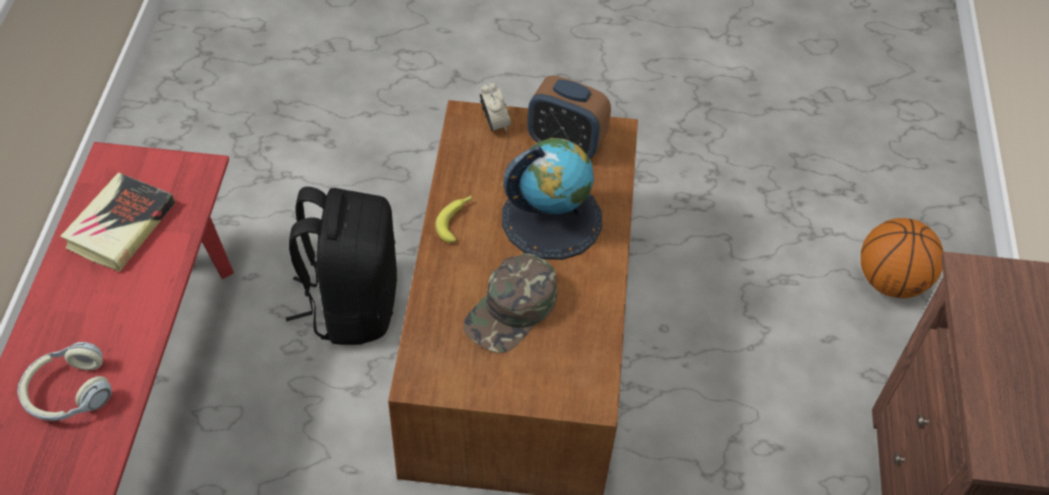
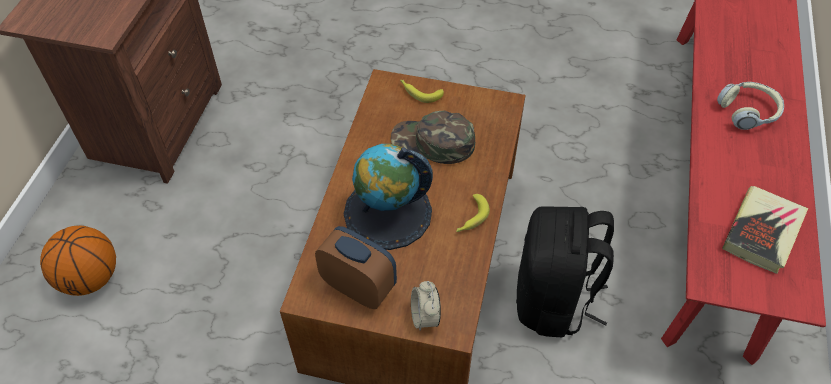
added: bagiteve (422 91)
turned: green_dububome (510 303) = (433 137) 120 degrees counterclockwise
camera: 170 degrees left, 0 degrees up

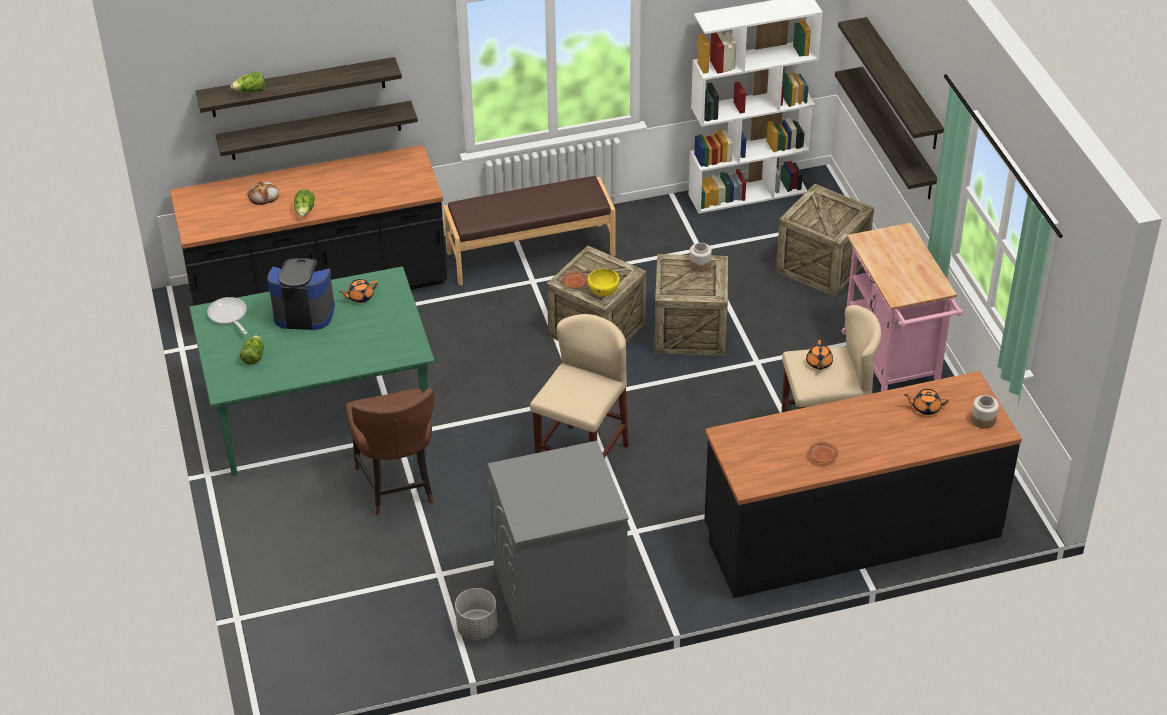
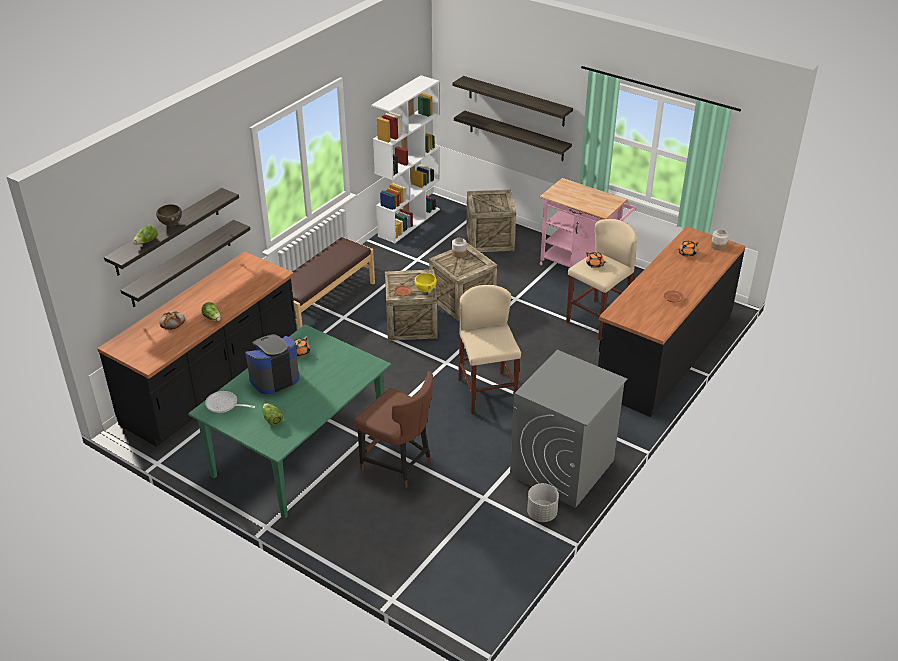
added: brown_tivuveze (169 215)
camera: 40 degrees left, 5 degrees down

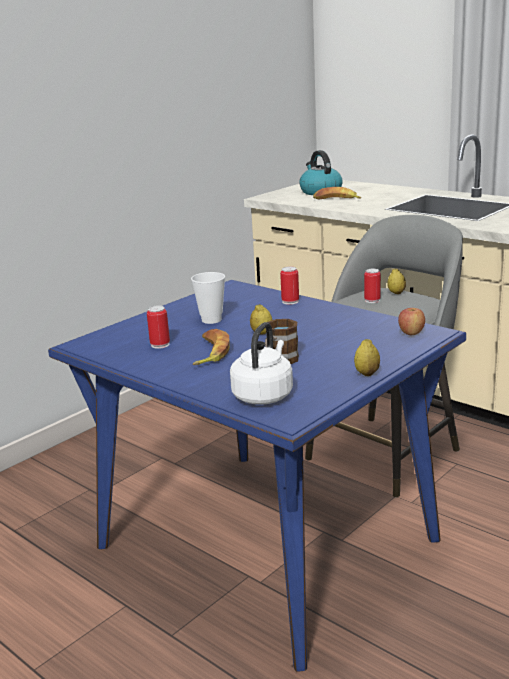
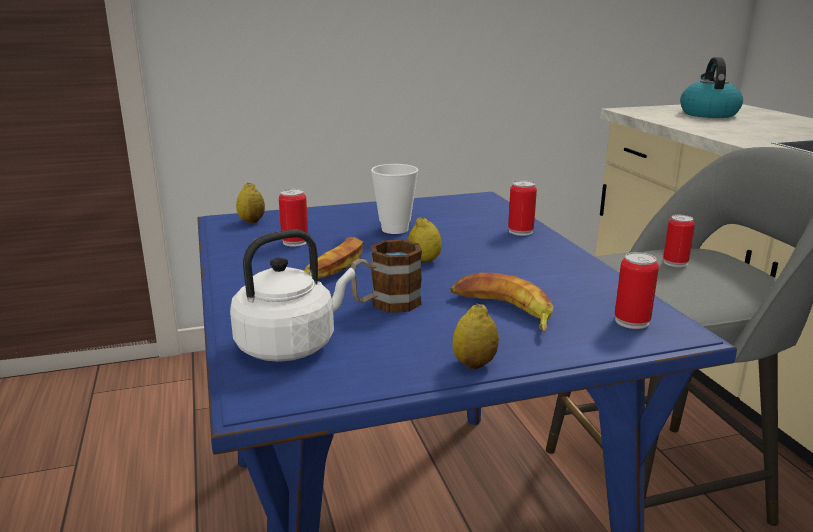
moved: bagiteve (337 193) to (501 303); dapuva (396 281) to (250 202)
replaced: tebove (411 321) to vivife (637 290)
camera: 30 degrees right, 0 degrees up

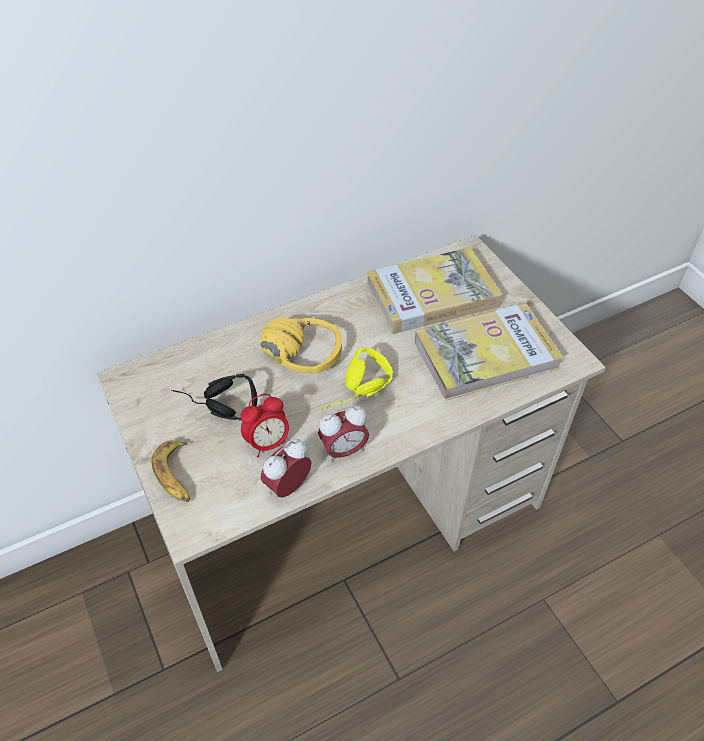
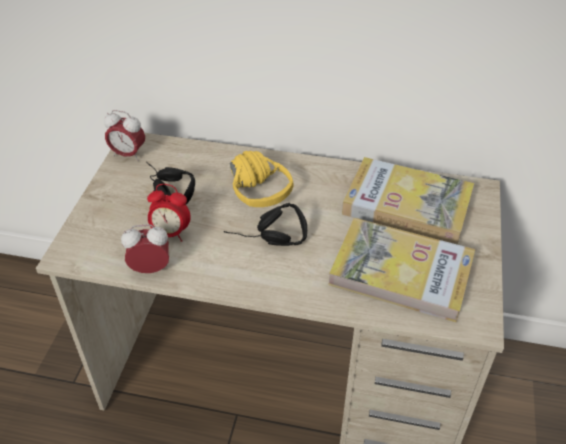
removed: bagiteve (171 471)
moved: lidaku (343 433) to (124 135)
recoloured: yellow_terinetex (357 378) to black_terinetex (265 224)
camera: 40 degrees right, 5 degrees down

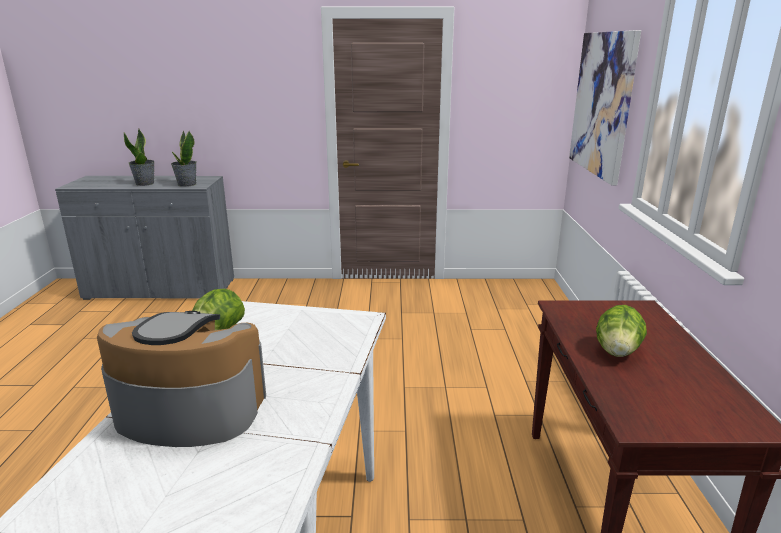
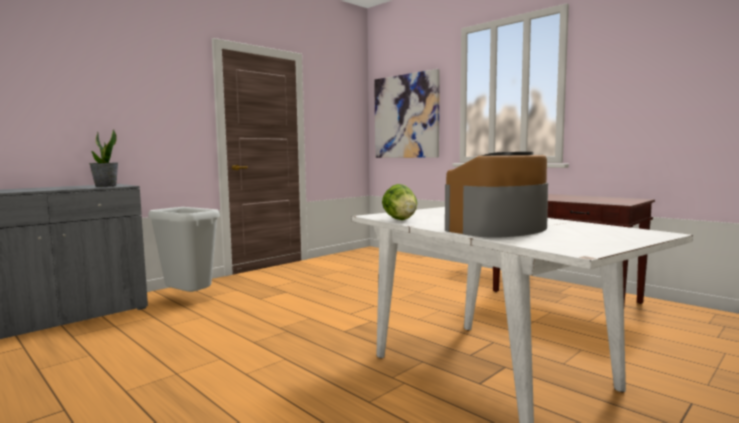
removed: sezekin (139 157); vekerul (621 331)
added: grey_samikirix (184 249)
camera: 45 degrees left, 15 degrees down

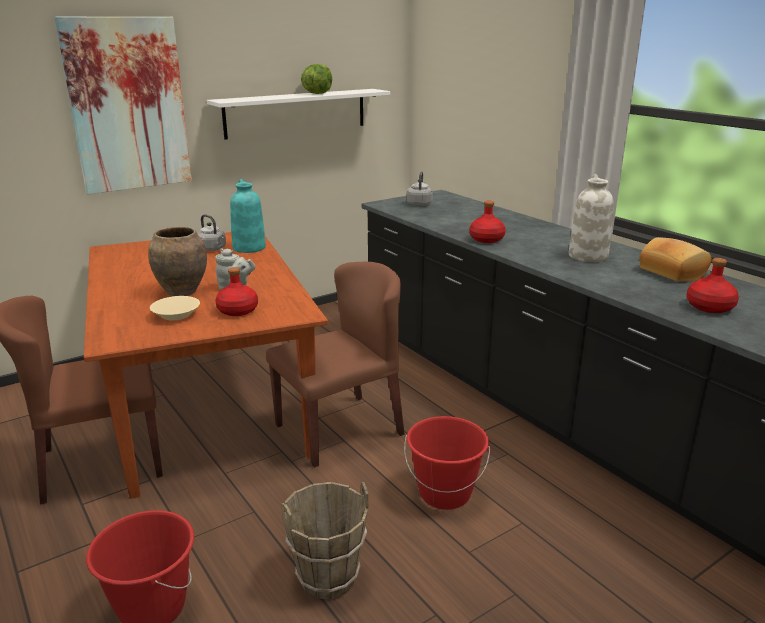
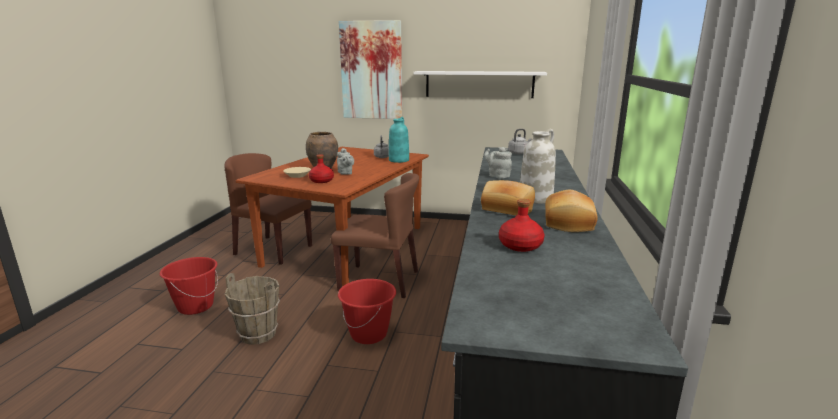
removed: vekerul (316 79)
added: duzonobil (508 198)
replaced: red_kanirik (487 222) to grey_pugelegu (498 163)
camera: 45 degrees right, 5 degrees down

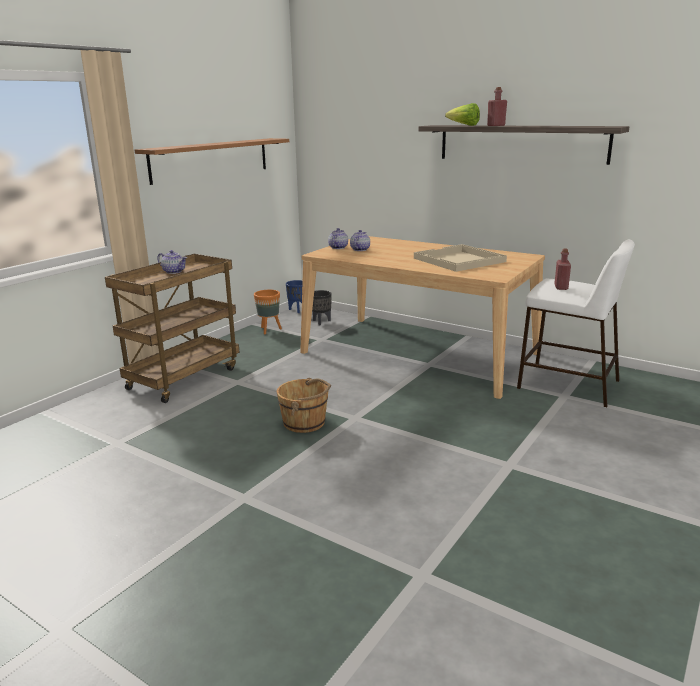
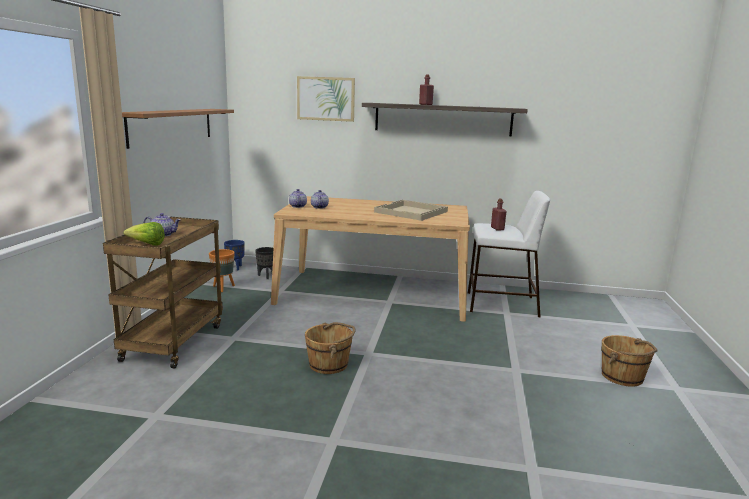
added: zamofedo (326 99); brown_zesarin (629 361)
moved: vekerul (462 114) to (144 234)
camera: 25 degrees left, 5 degrees down

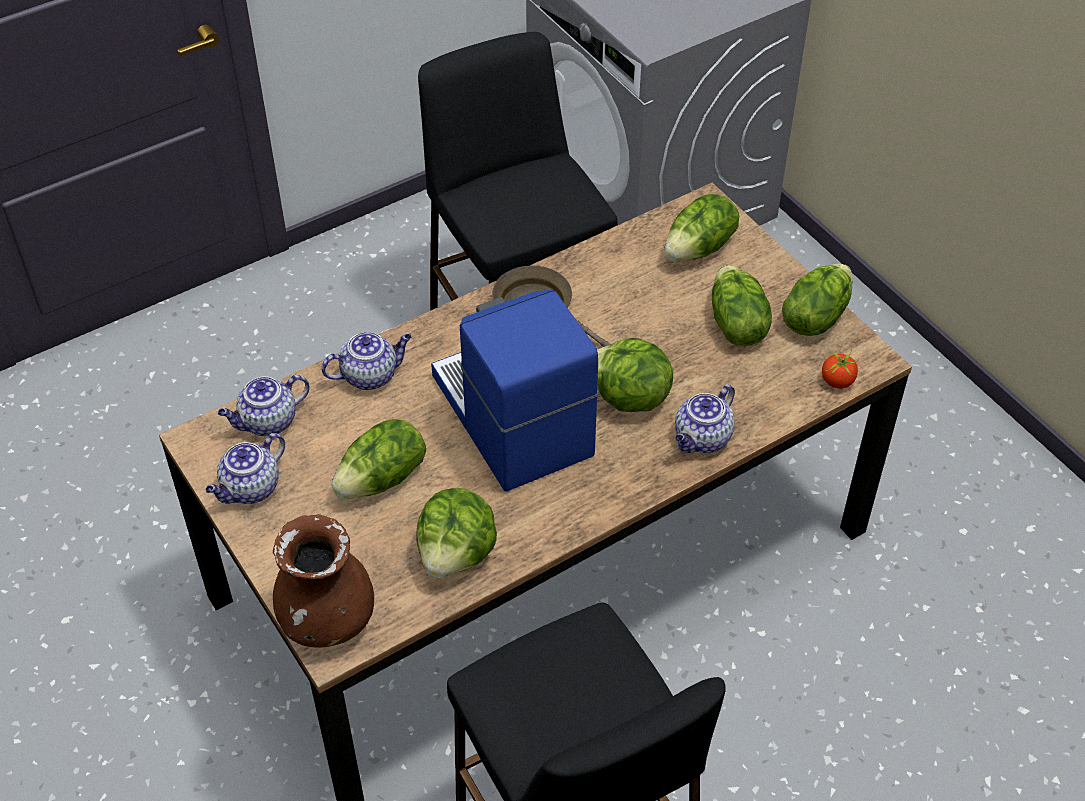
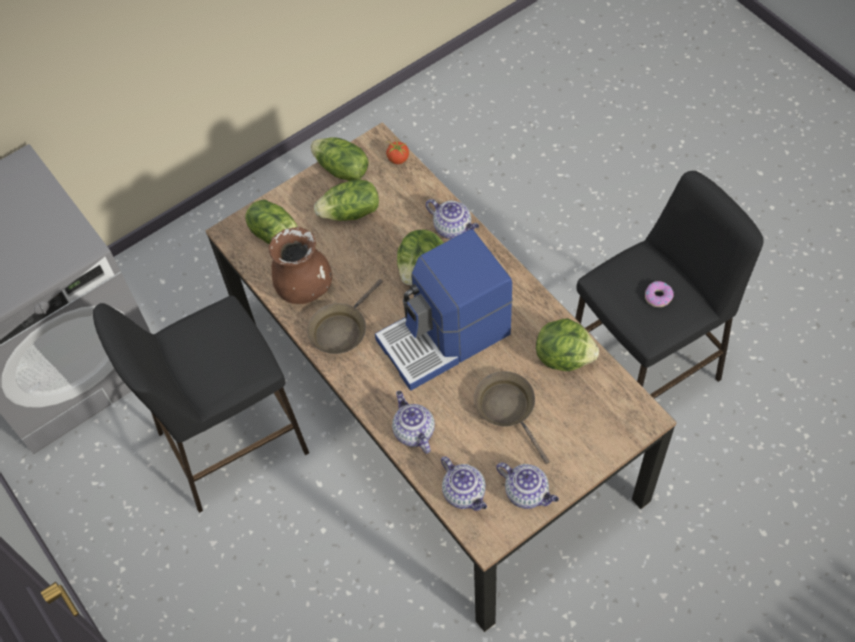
added: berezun (659 294)
moved: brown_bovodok (323 581) to (300 265)
replaced: vekerul (379 459) to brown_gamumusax (512 417)
camera: 90 degrees left, 10 degrees up

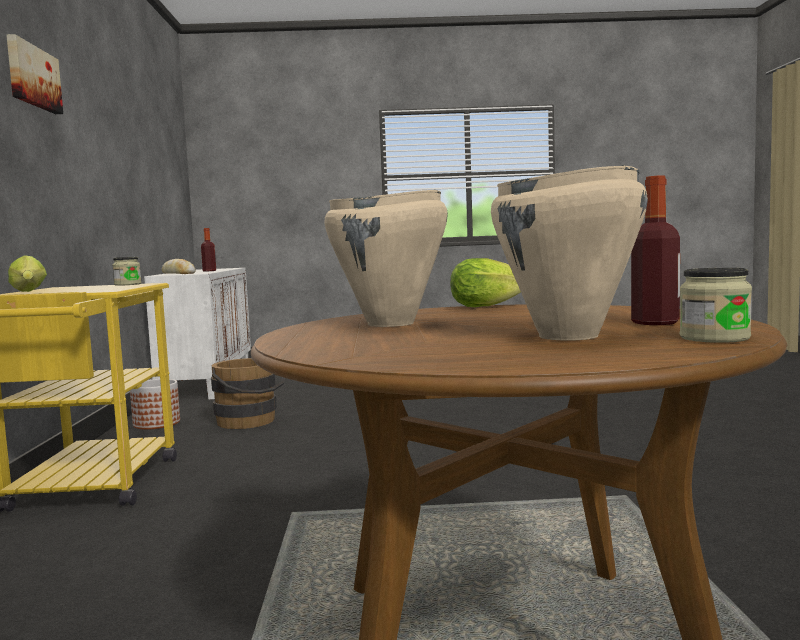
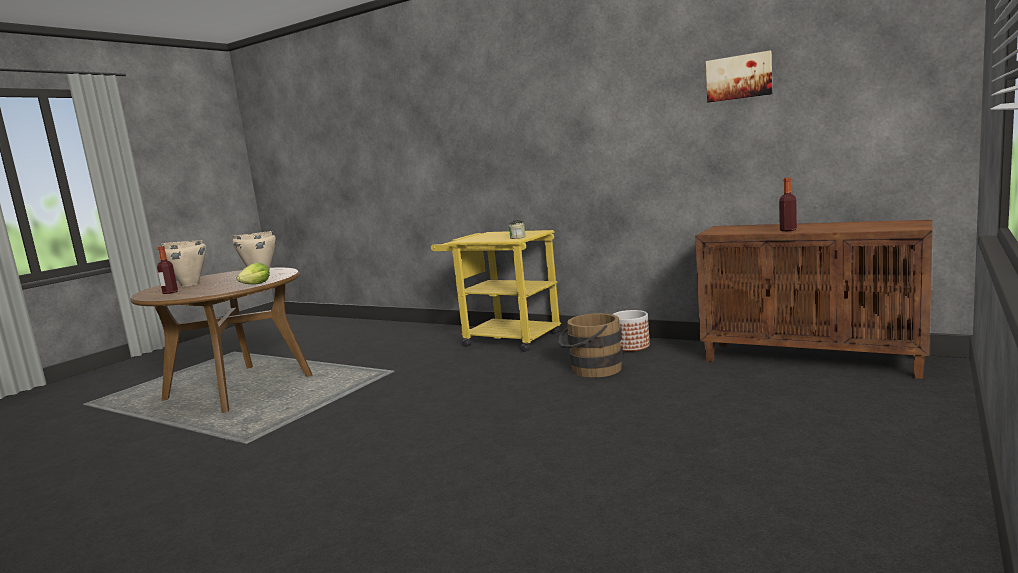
removed: vekerul (27 273); duzonobil (179 266); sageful (716 305)
moved: zamofedo (34 74) to (739 76)
recoloured: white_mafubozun (197 333) to brown_mafubozun (814 299)
camera: 125 degrees right, 5 degrees up

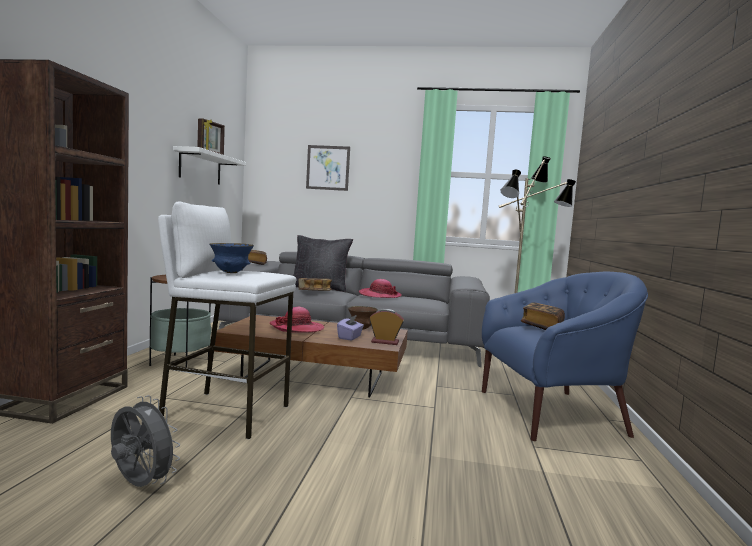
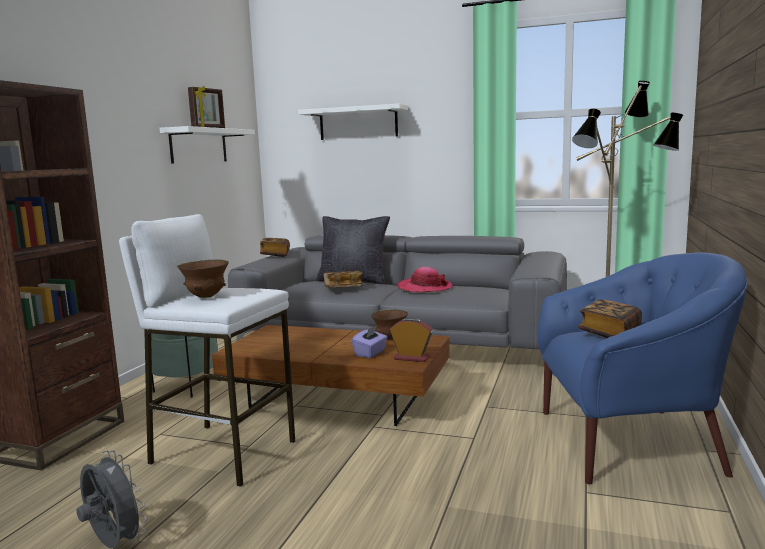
removed: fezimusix (296 320)
replaced: zamofedo (328 168) to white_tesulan (353 121)
recoloured: blue_tivuveze (231 258) to brown_tivuveze (203 278)
camera: 10 degrees right, 5 degrees up

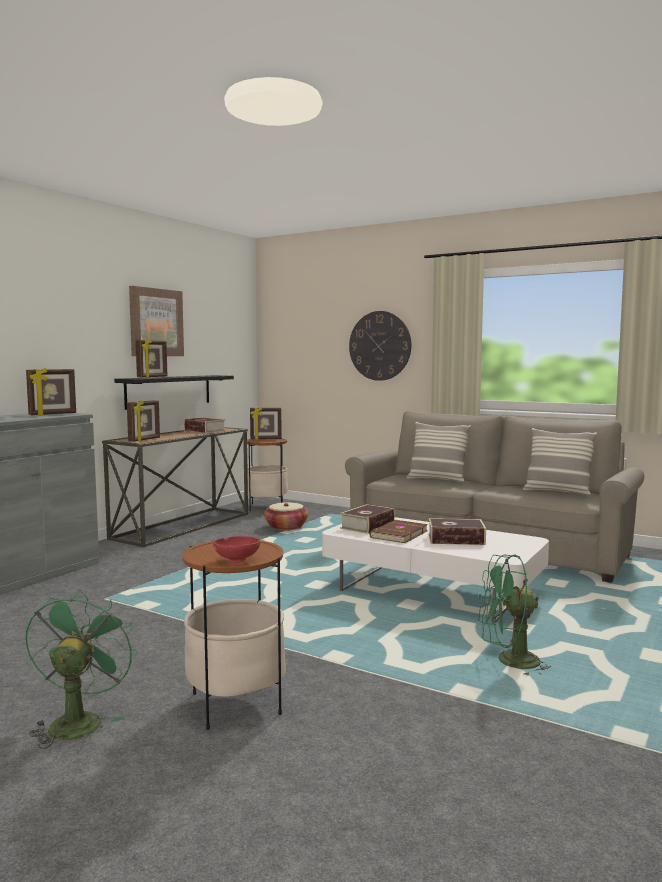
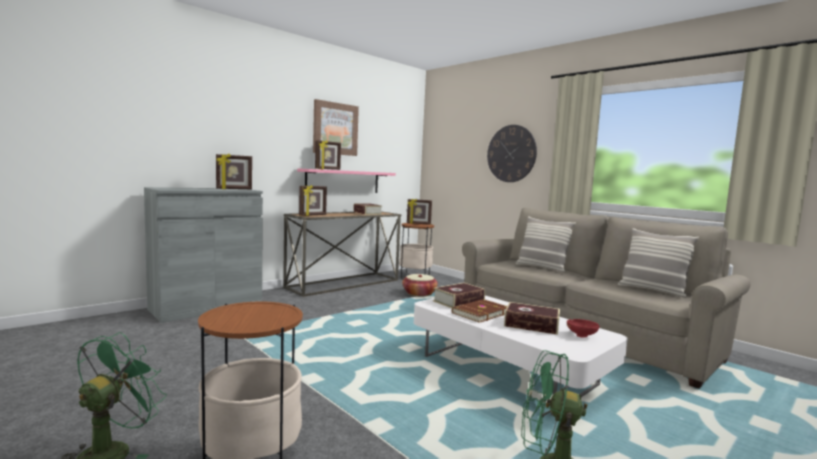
moved: red_tivuveze (236 549) to (583 328)
recoloured: black_tesulan (174 392) to pink_tesulan (346 180)
camera: 15 degrees right, 0 degrees up

